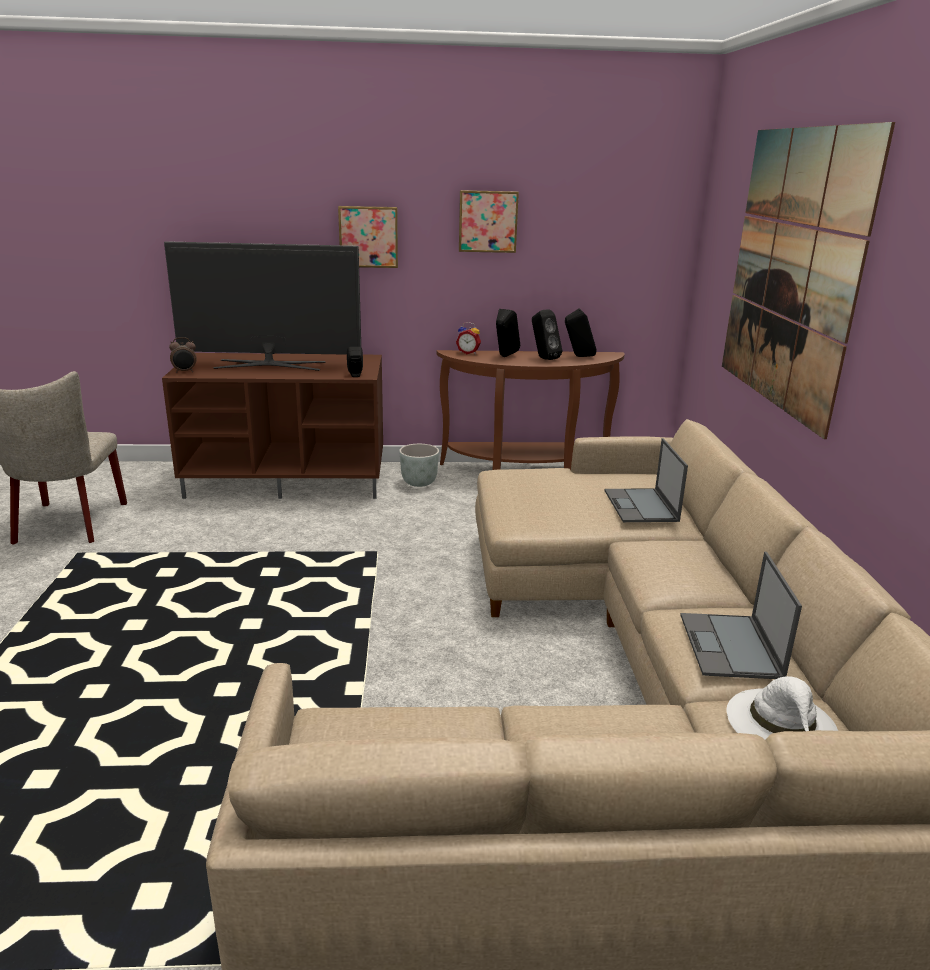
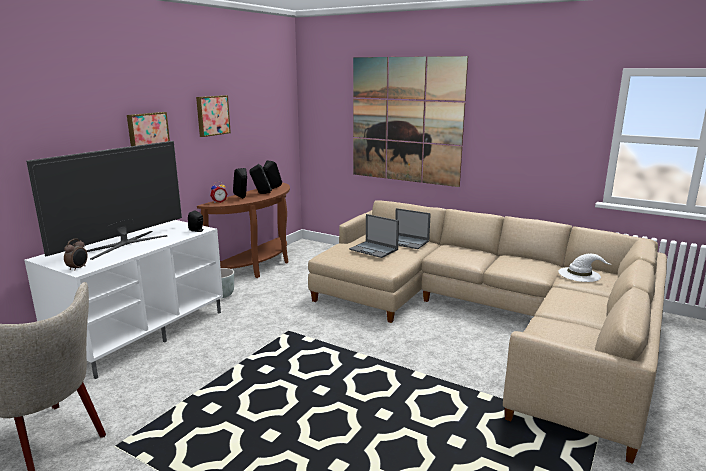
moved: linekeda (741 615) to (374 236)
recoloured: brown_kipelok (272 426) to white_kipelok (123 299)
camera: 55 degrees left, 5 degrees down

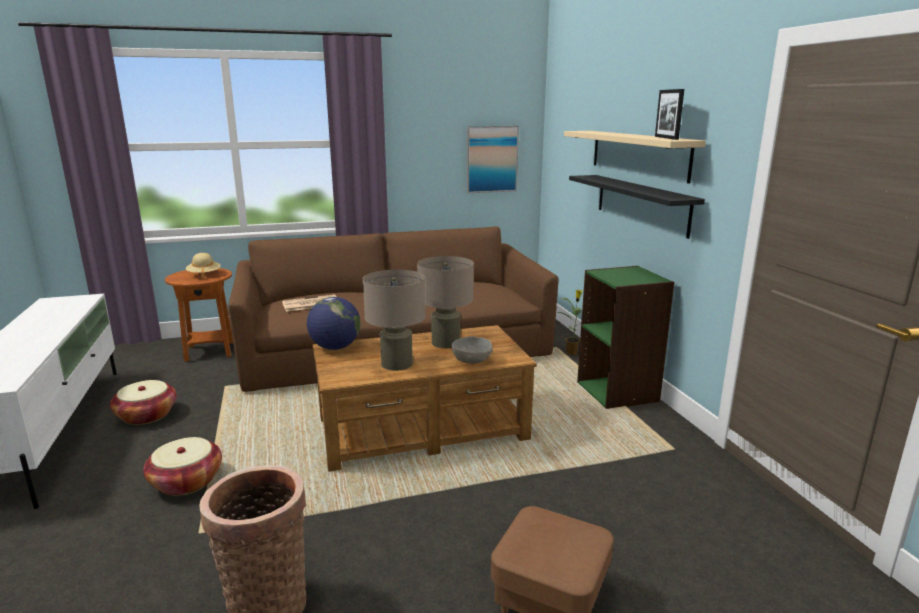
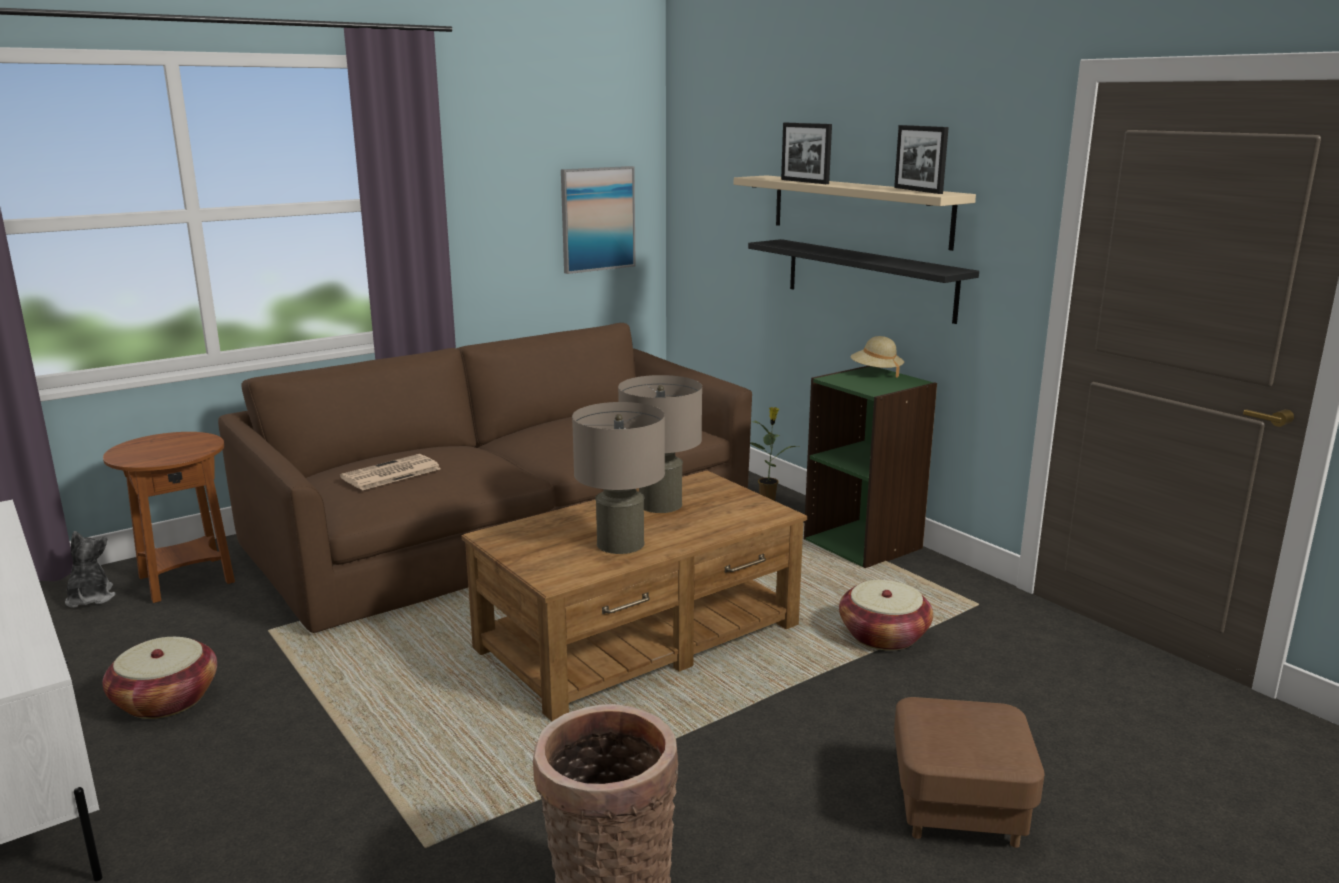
removed: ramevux (333 323); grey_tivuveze (472 350)
added: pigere (90 569); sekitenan (806 153)
moved: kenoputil (182 466) to (886 615); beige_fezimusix (203 266) to (877 357)
camera: 20 degrees left, 0 degrees up

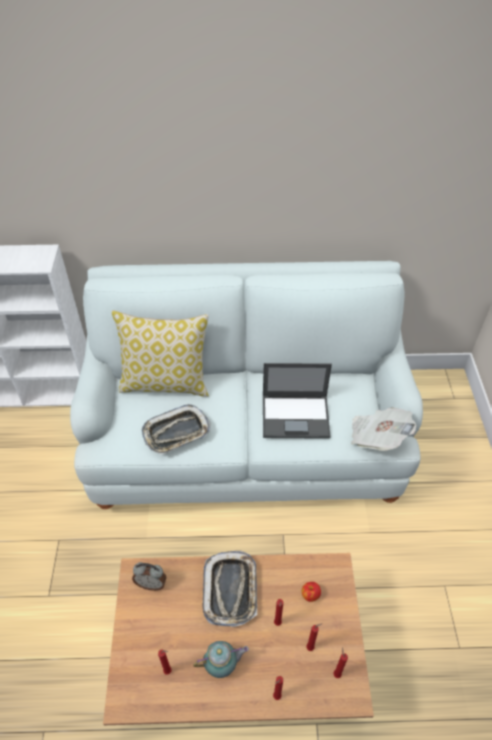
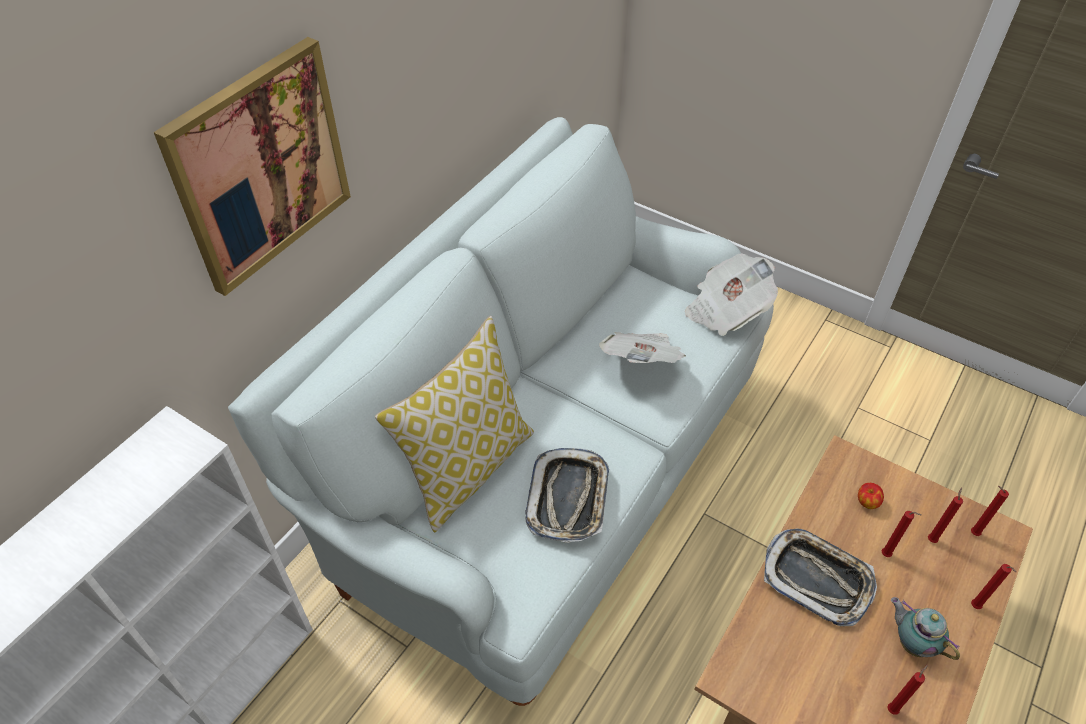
removed: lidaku (149 576)
added: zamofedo (252 166)
replaced: linekeda (297 401) to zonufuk (642 347)
turned: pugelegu (221 659) = (925 628) 60 degrees counterclockwise
camera: 55 degrees left, 0 degrees up

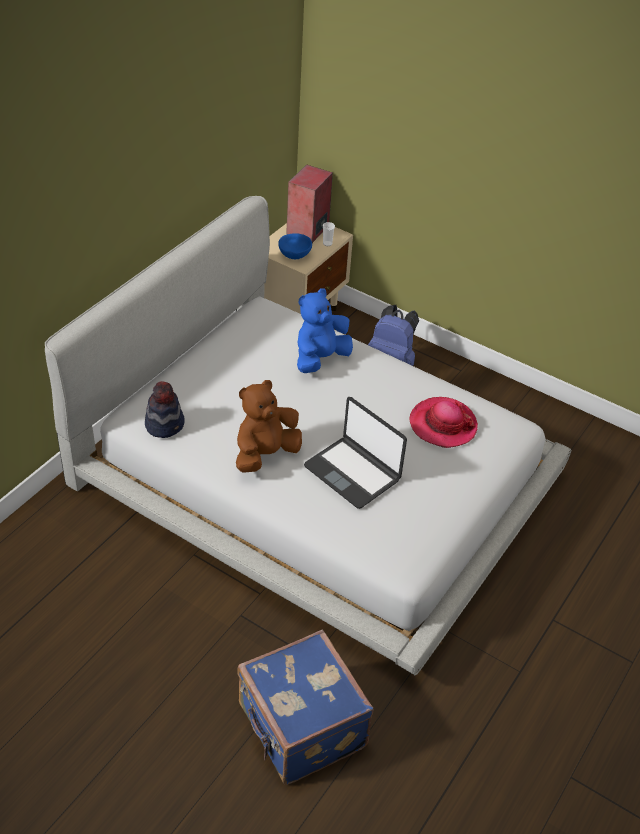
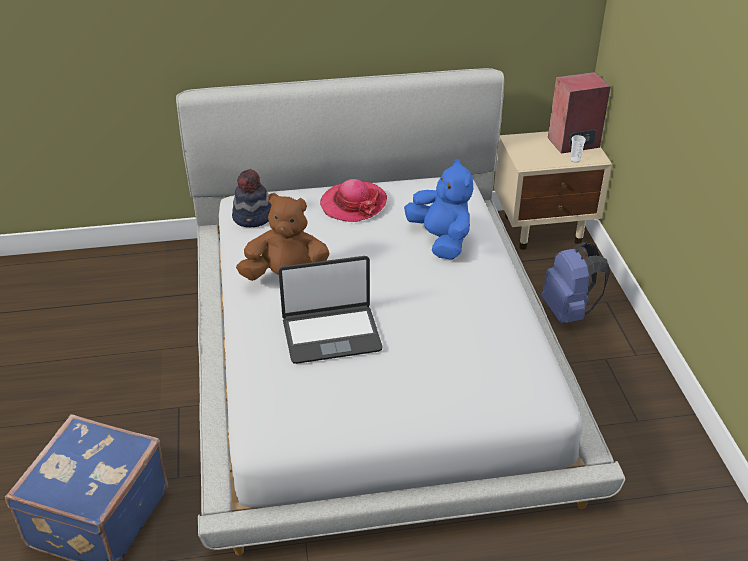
removed: blue_tivuveze (295 246)
moved: fezimusix (443 422) to (353 200)
turned: blue_pigere (325 330) = (438 209) 60 degrees clockwise; linekeda (355 453) = (331 310) 105 degrees counterclockwise
camera: 50 degrees right, 5 degrees down

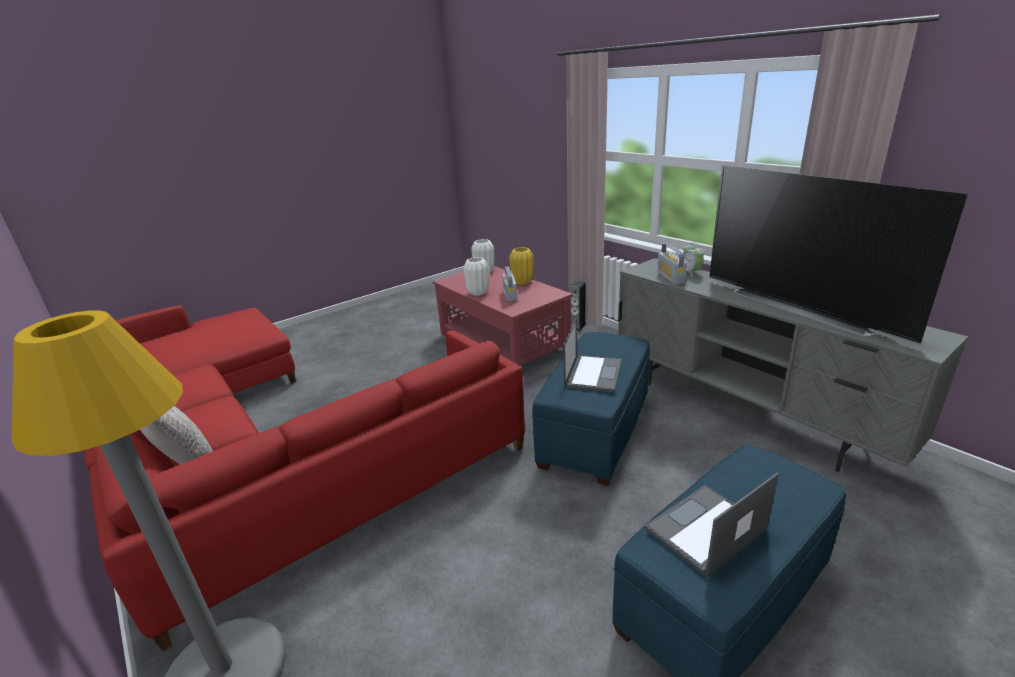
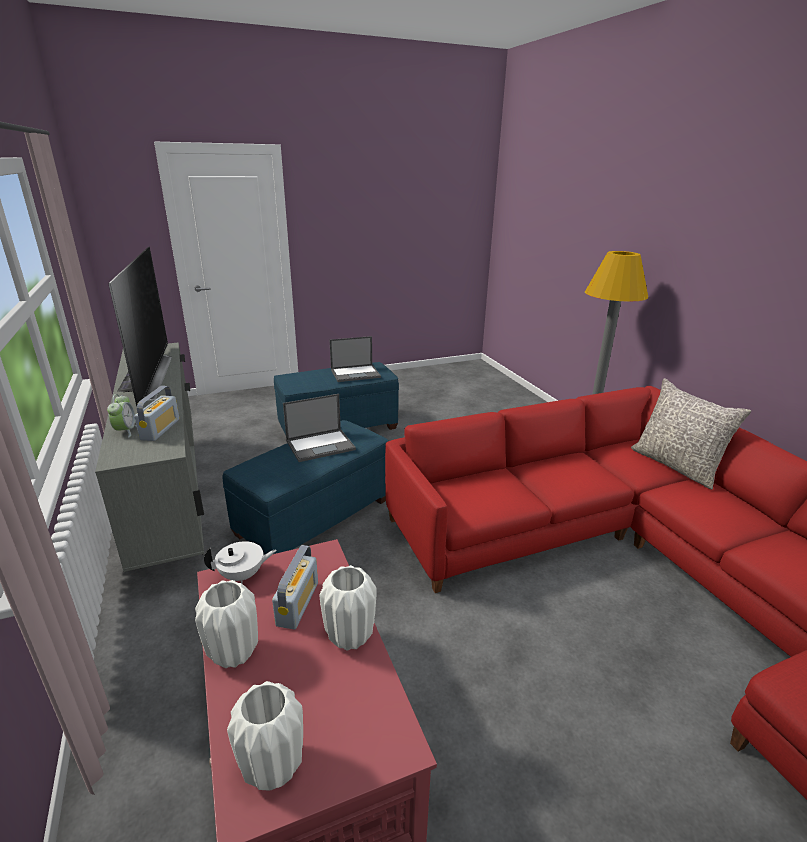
removed: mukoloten (577 306)
added: white_pugelegu (240 562)
recoloured: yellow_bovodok (521 266) to white_bovodok (226 624)
turned: linekeda (592 355) = (319 428) 150 degrees counterclockwise
camera: 165 degrees left, 0 degrees up

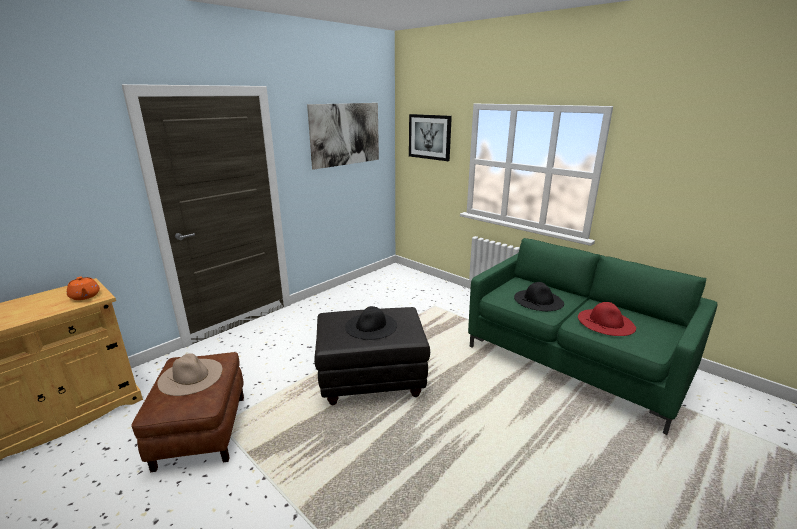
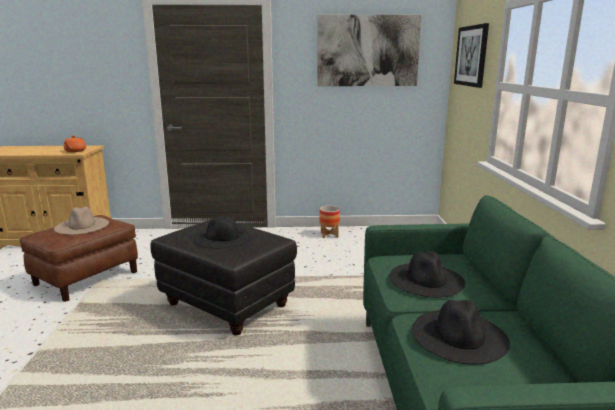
added: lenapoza (330 222)
recoloured: red_fezimusix (607 319) to black_fezimusix (461 332)
camera: 45 degrees right, 5 degrees down

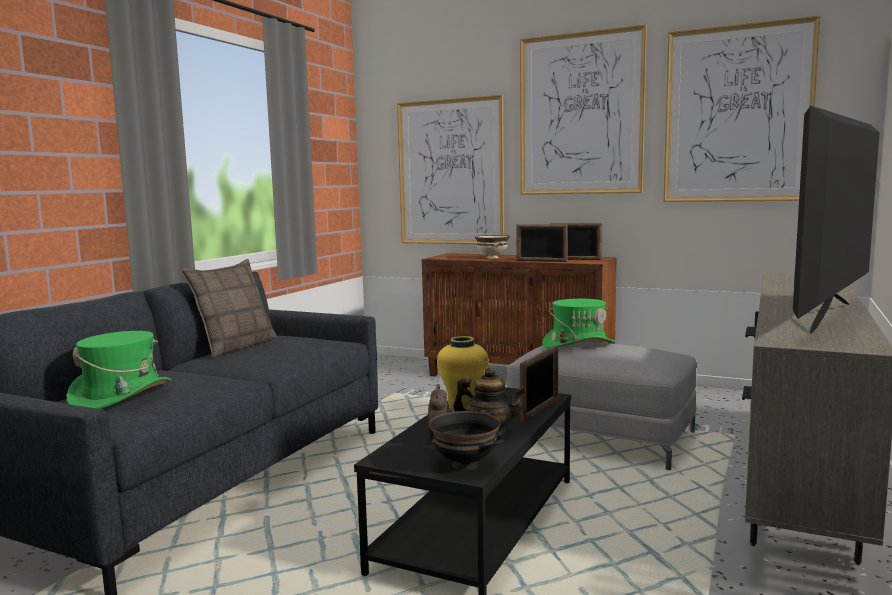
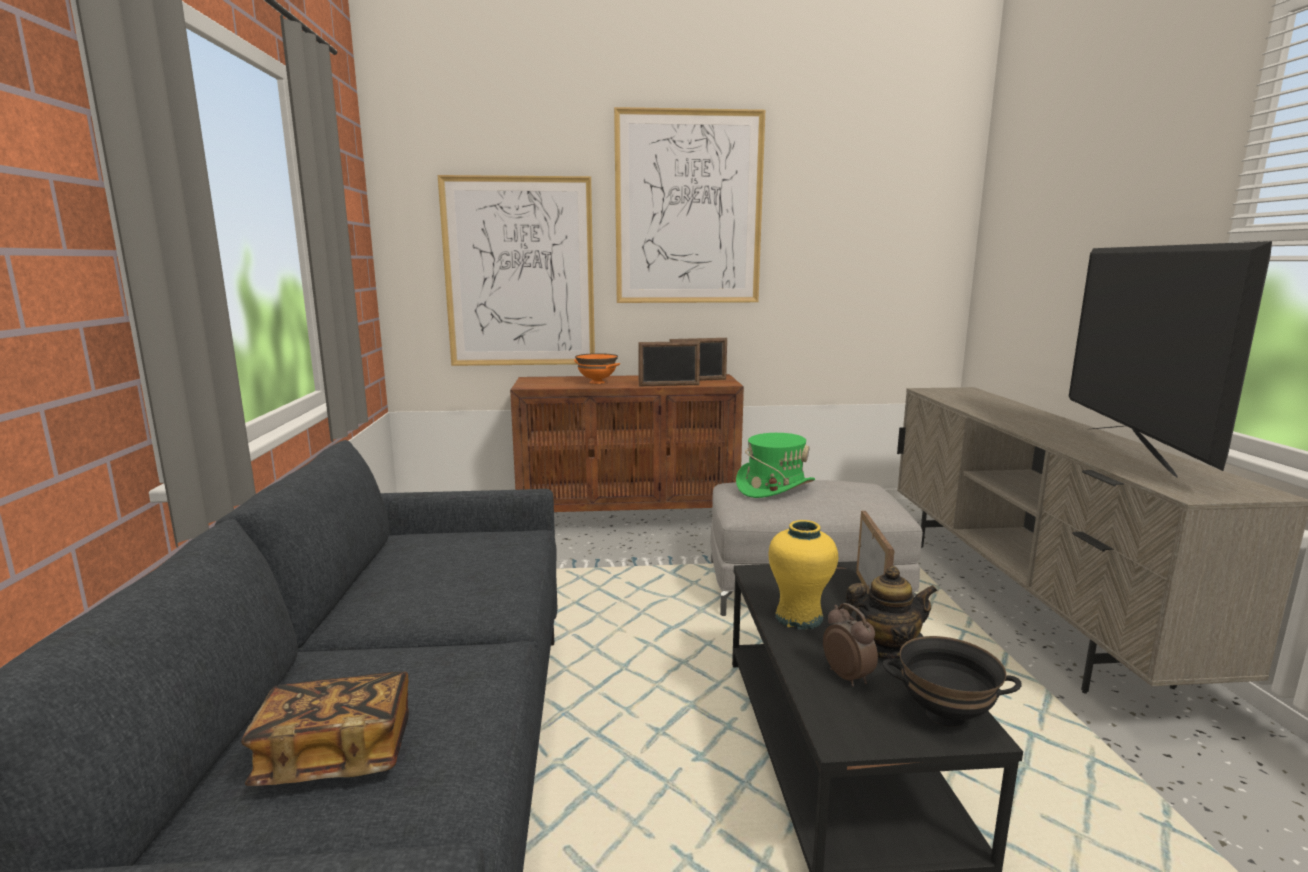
removed: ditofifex (229 308); zamofedo (742 108)
replaced: green_fezimusix (119 370) to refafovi (325 728)
recoloured: beige_tivuveze (492 247) to orange_tivuveze (597 368)
camera: 30 degrees left, 5 degrees up

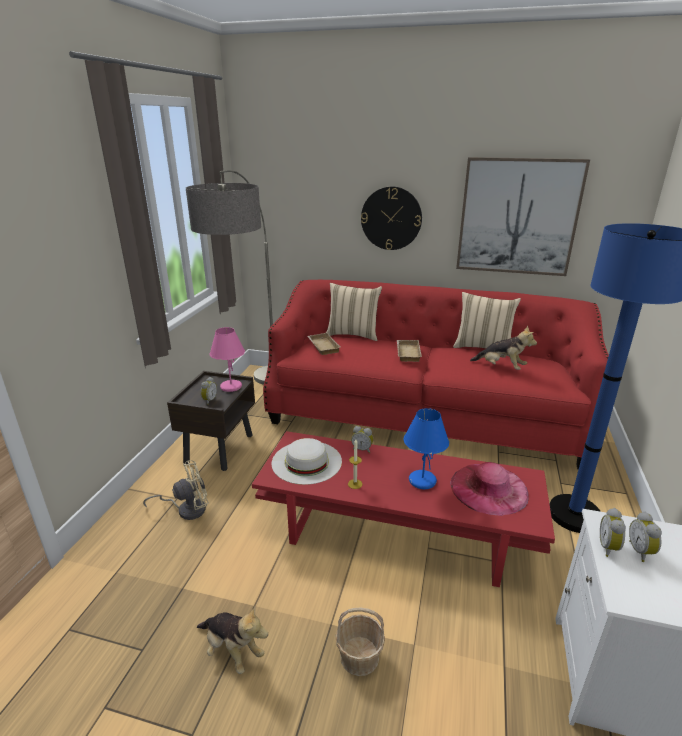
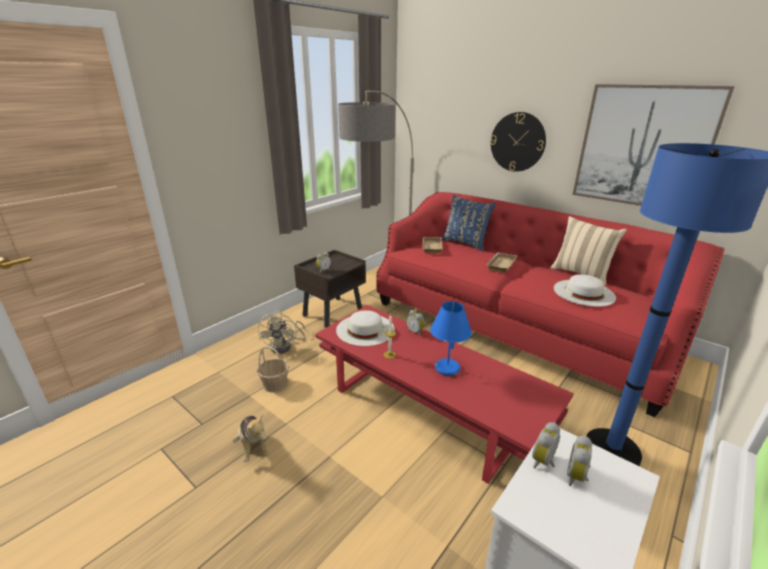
removed: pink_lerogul (227 359); pink_fezimusix (489 489)
moved: kenoputil (360 642) to (273 369)
replaced: pigere (503 347) to white_fezimusix (585 291)
recoloured: beige_ditofifex (354 312) to blue_ditofifex (468 223)
turned: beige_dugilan (176 490) = (282 332) 90 degrees clockwise
camera: 25 degrees right, 0 degrees up

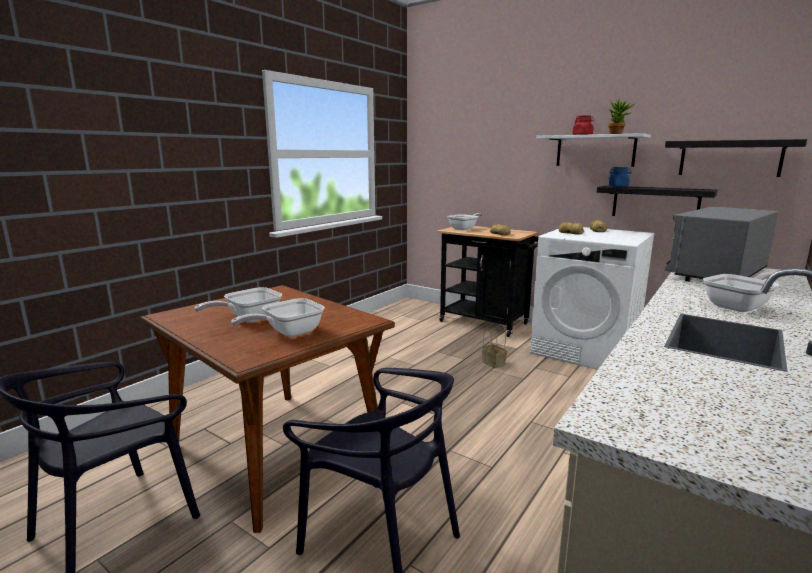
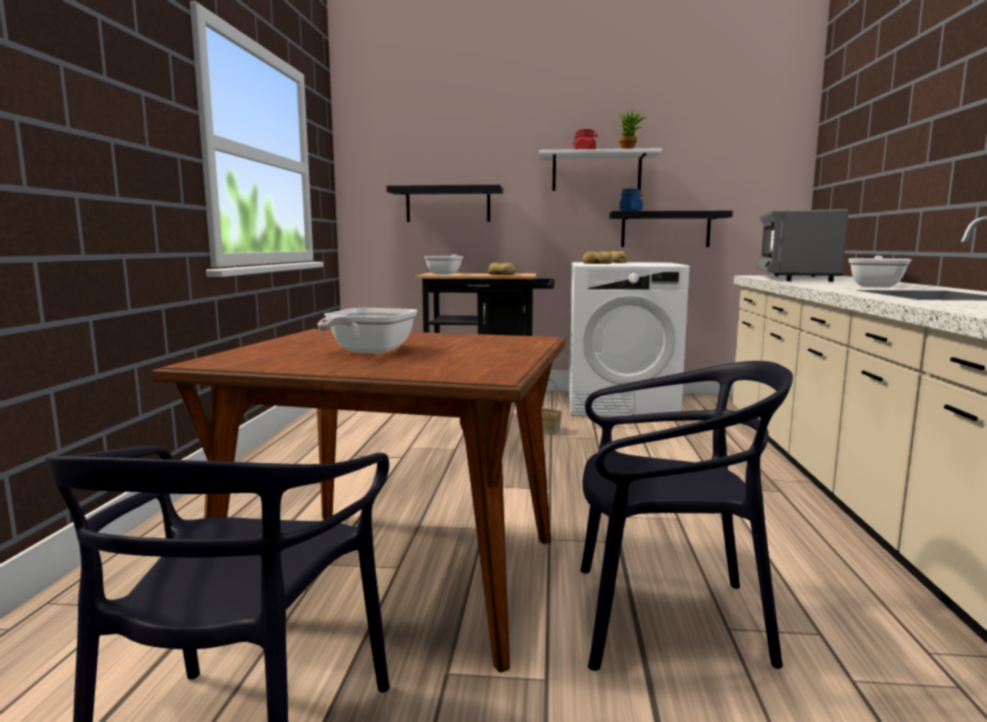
removed: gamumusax (278 317)
moved: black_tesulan (736 158) to (445 203)
camera: 30 degrees left, 5 degrees down

